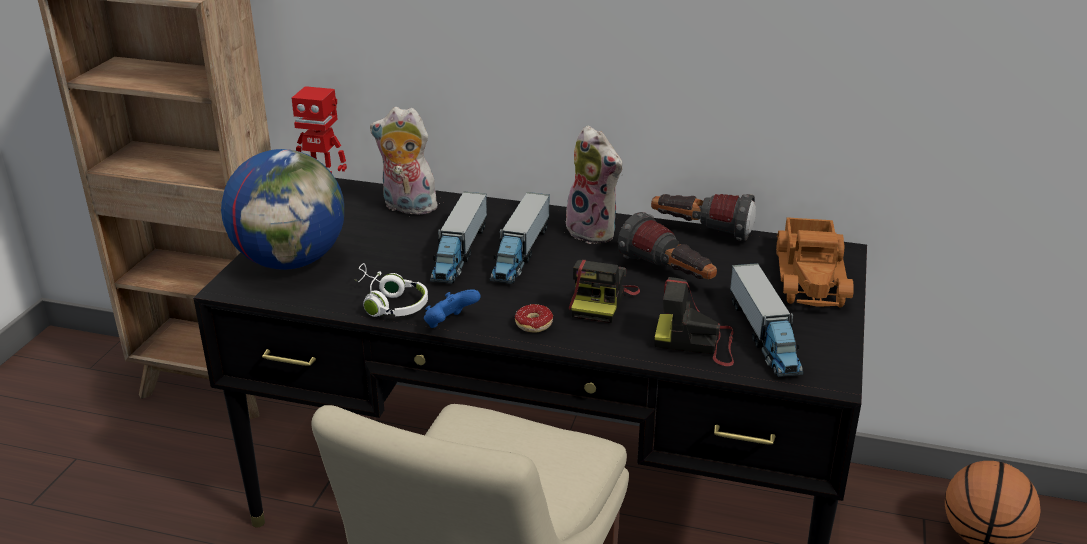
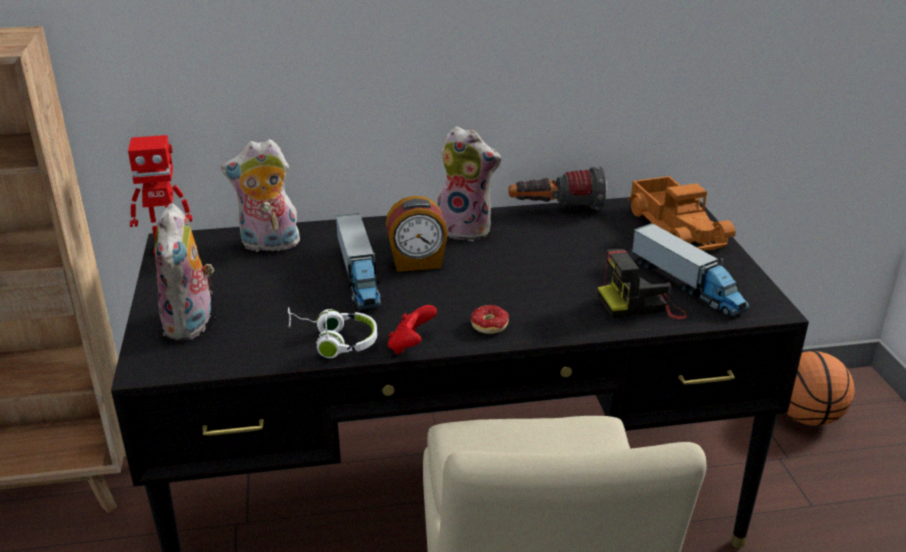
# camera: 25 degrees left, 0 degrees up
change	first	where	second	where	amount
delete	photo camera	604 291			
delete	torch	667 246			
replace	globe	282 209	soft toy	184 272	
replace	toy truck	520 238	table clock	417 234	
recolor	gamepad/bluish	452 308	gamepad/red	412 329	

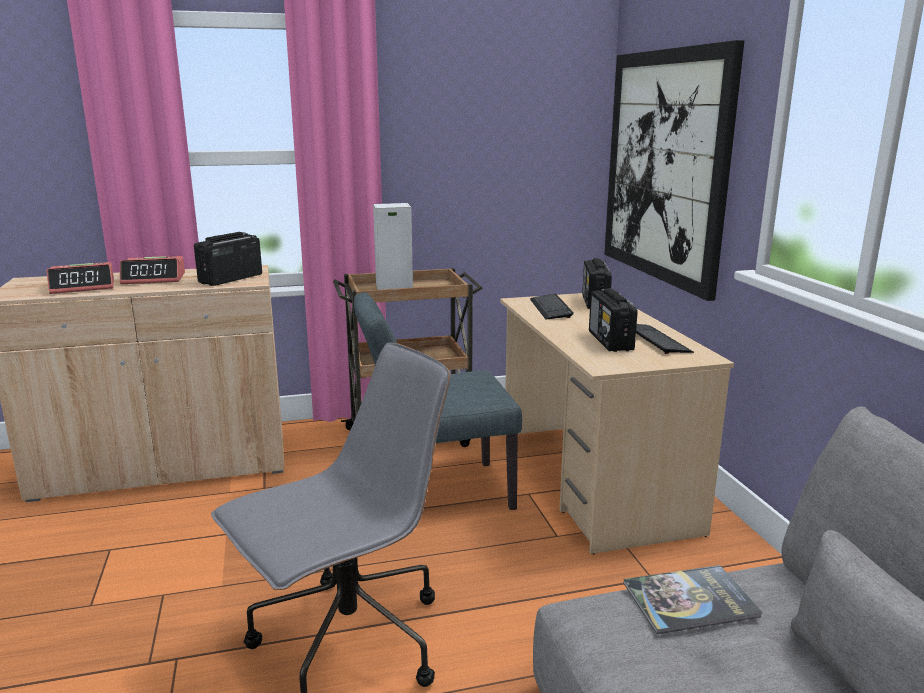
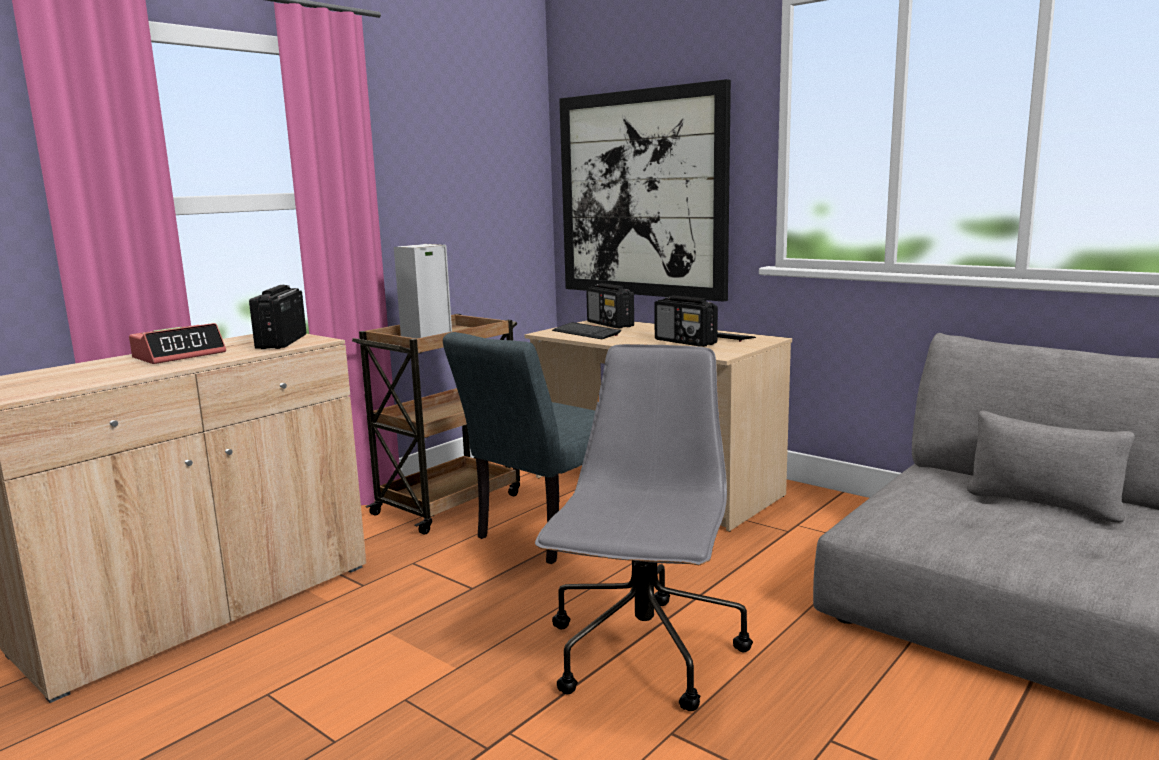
# camera: 35 degrees left, 5 degrees down
change	first	where	second	where	amount
delete	table clock	80 278			
delete	book	693 599			

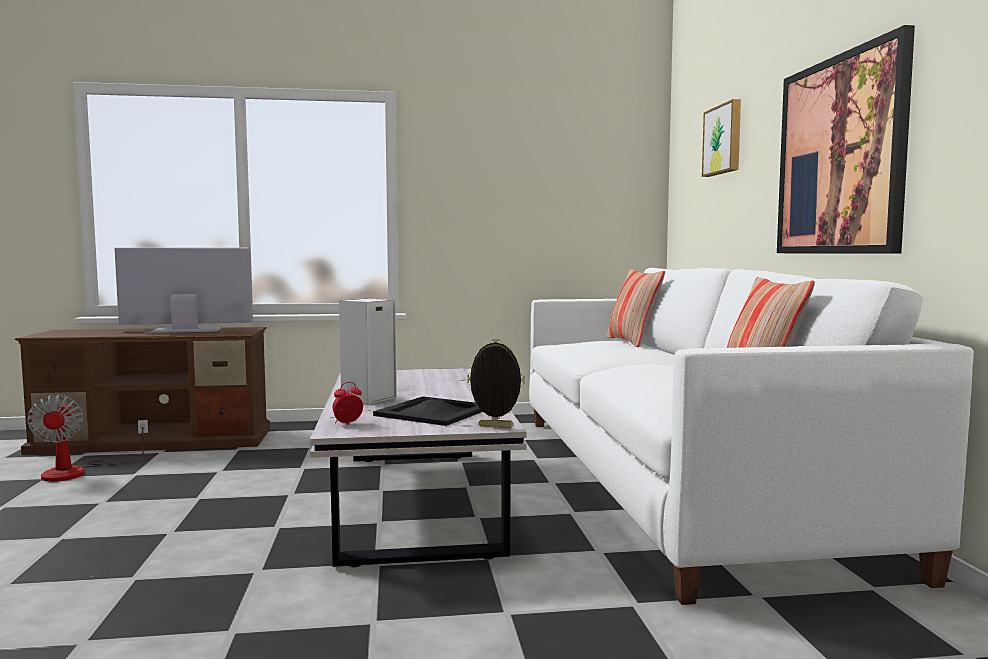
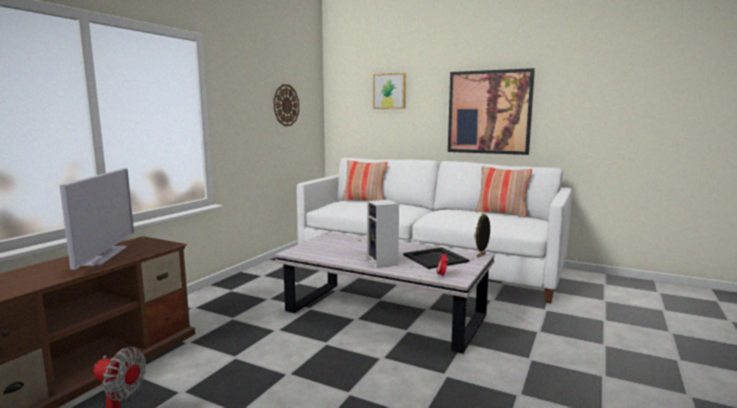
# camera: 55 degrees left, 5 degrees up
change	first	where	second	where	amount
insert			clock on the wall	286 105	
rotate	television	183 290		96 219	150 degrees clockwise

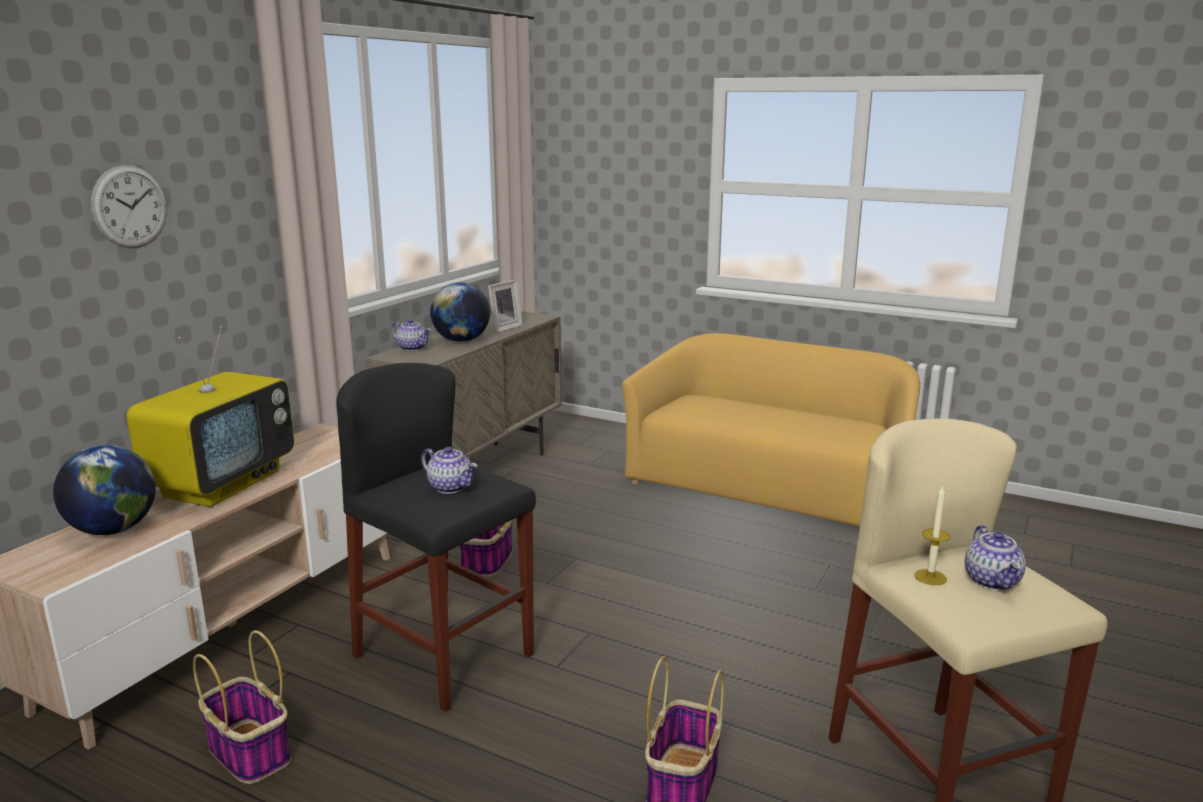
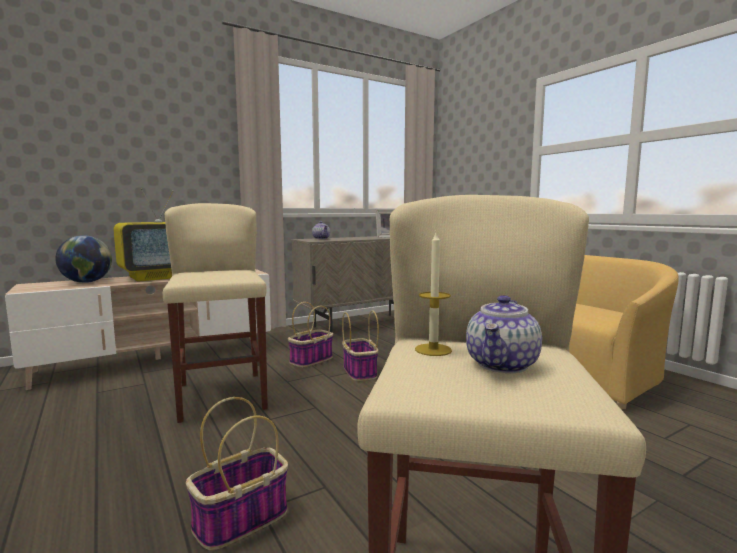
# camera: 30 degrees right, 10 degrees down
change	first	where	second	where	amount
delete	clock on the wall	129 206			
delete	pot for tea	449 470			
delete	globe	460 312			
move	household basket	242 707		360 345	
recolor	stool seat/black	436 537	stool seat/sand-coloured	215 313	

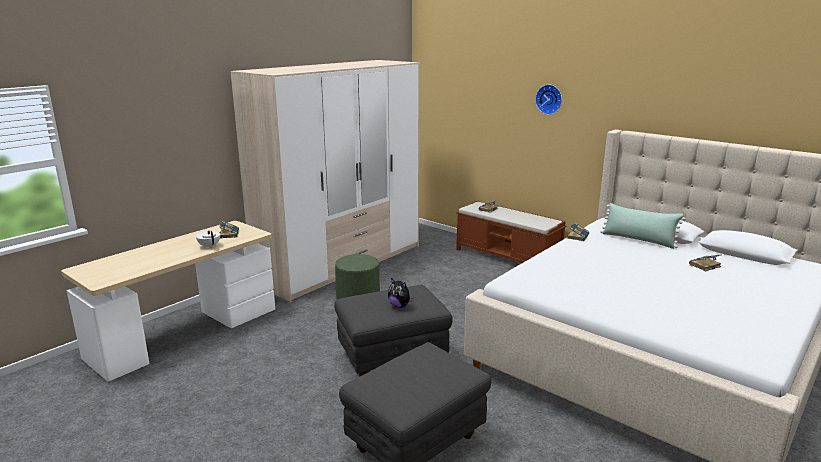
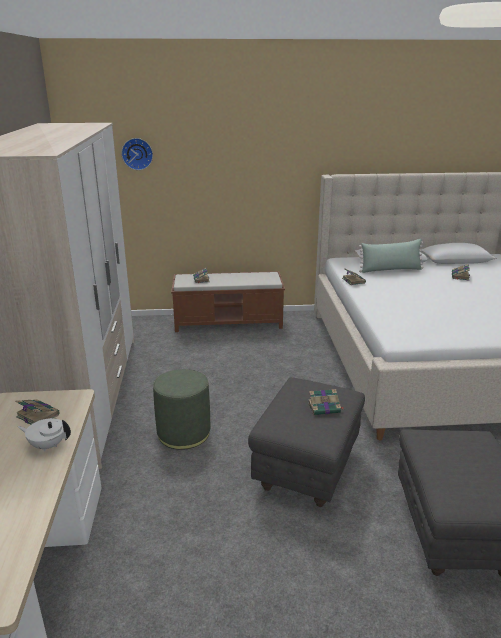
# camera: 45 degrees left, 5 degrees up
change	first	where	second	where	amount
move	clock on the wall	548 100		137 154	
replace	soft toy	401 293	book	326 402	

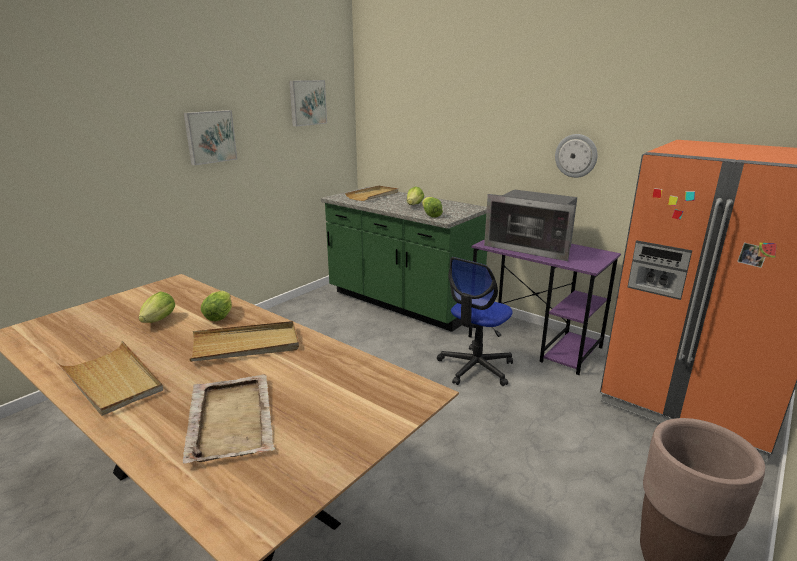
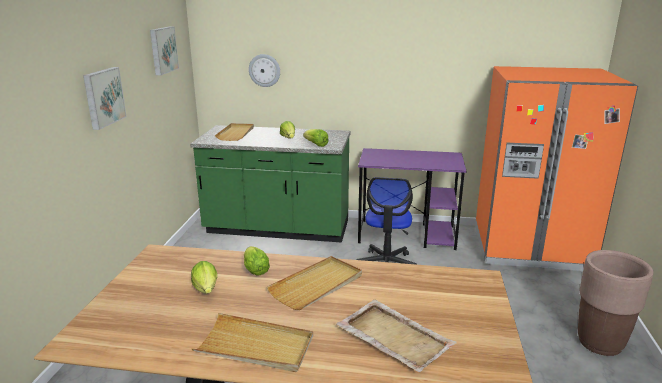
# camera: 30 degrees left, 0 degrees up
change	first	where	second	where	amount
delete	microwave	530 225			
move	clock on the wall	576 156		264 70	

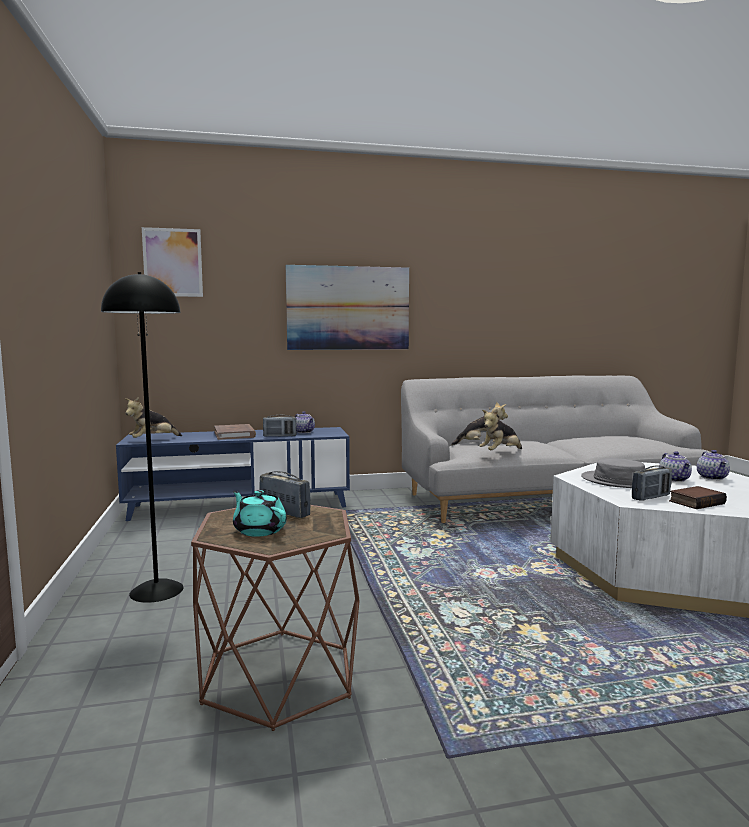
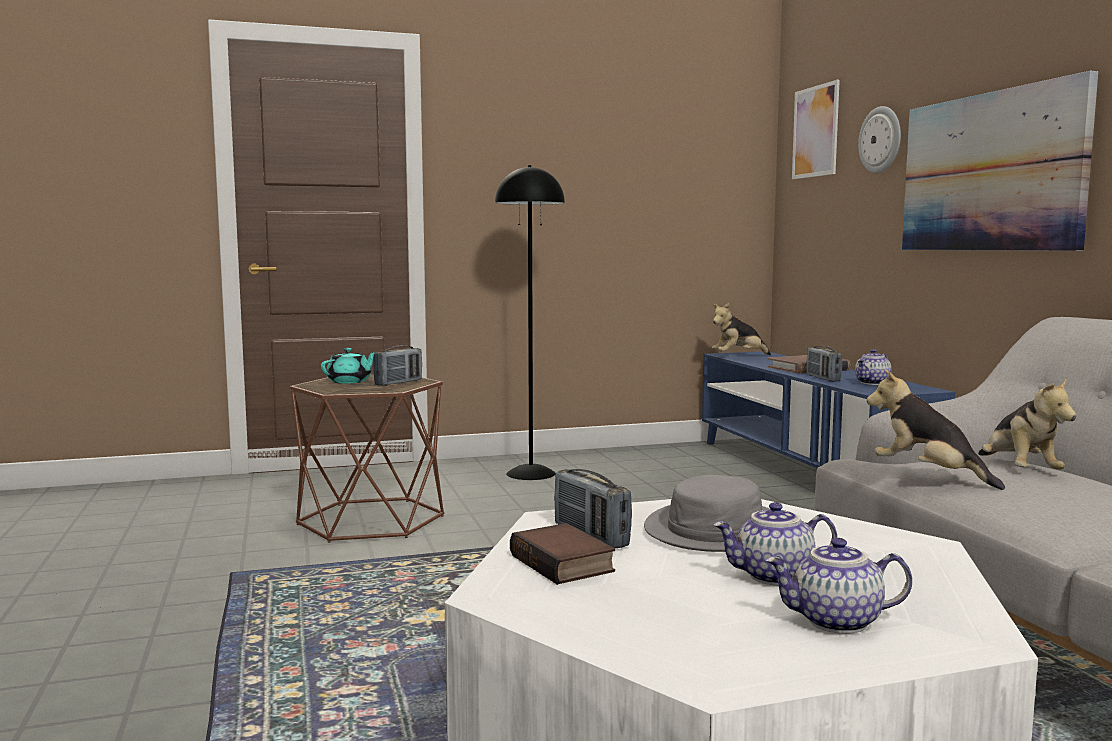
# camera: 85 degrees right, 0 degrees up
change	first	where	second	where	amount
insert			clock on the wall	879 139	
rotate	soft toy	153 417		741 329	60 degrees counterclockwise

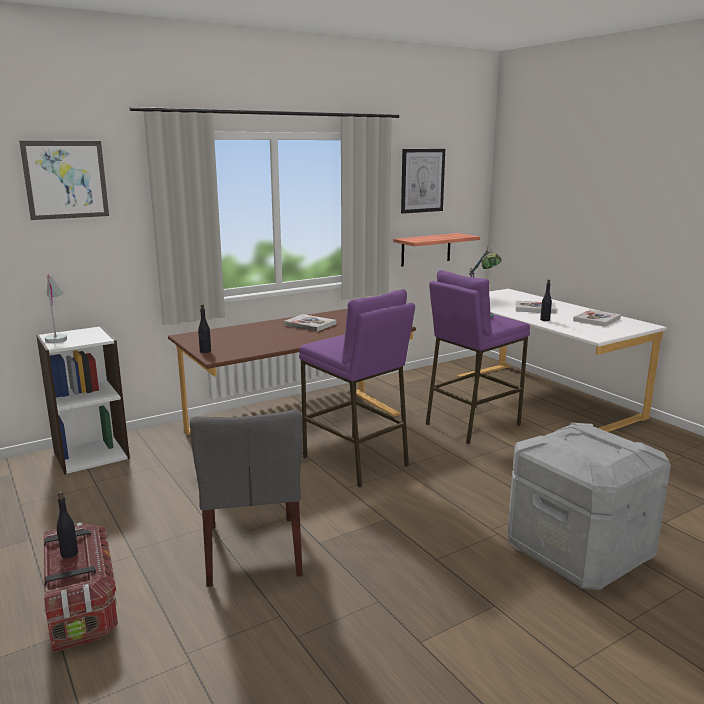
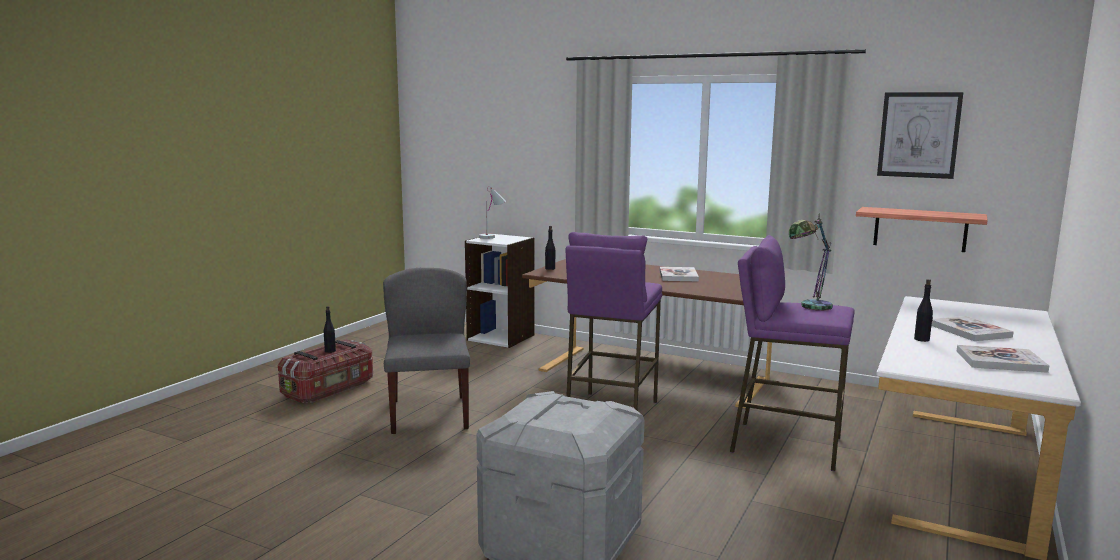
# camera: 60 degrees right, 5 degrees down
change	first	where	second	where	amount
delete	wall picture	64 180			
rotate	chair/greyish	246 498		426 351	120 degrees clockwise

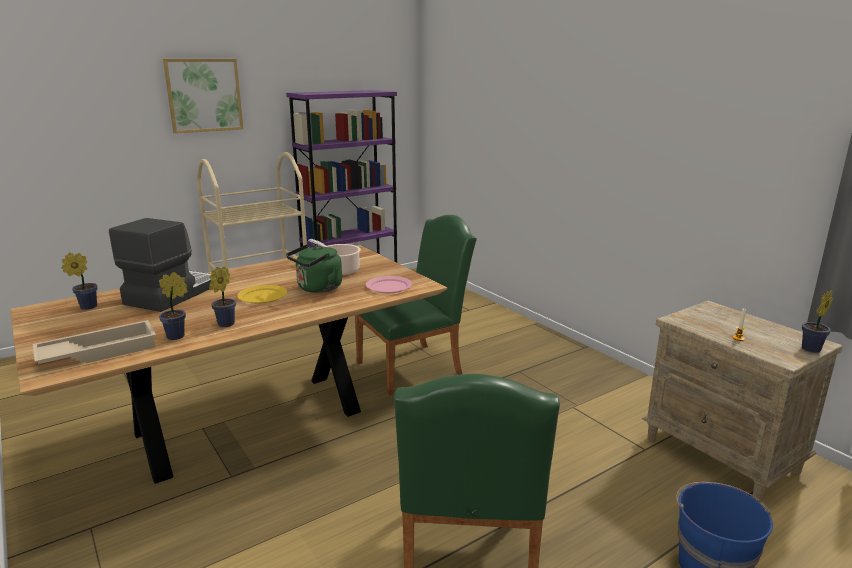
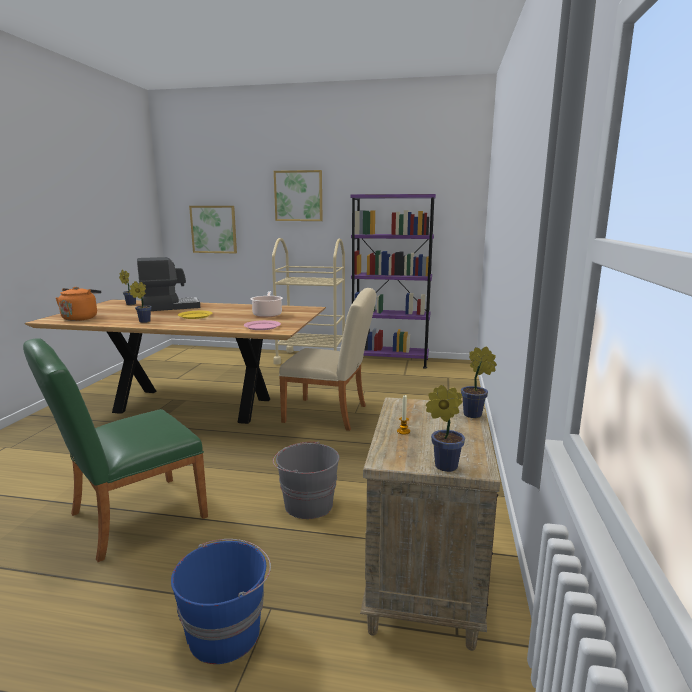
# camera: 45 degrees right, 5 degrees down
change	first	where	second	where	amount
delete	water kettle/green-coloured	314 268			
insert			wall picture	213 229	
insert			pail/greyish	306 480	
move	plant in a pot	173 306		479 382	
replace	tray/sand-coloured	94 342	water kettle/orange-coloured	78 304	
recolor	chair/green-coloured	416 305	chair/sand-coloured	328 359	

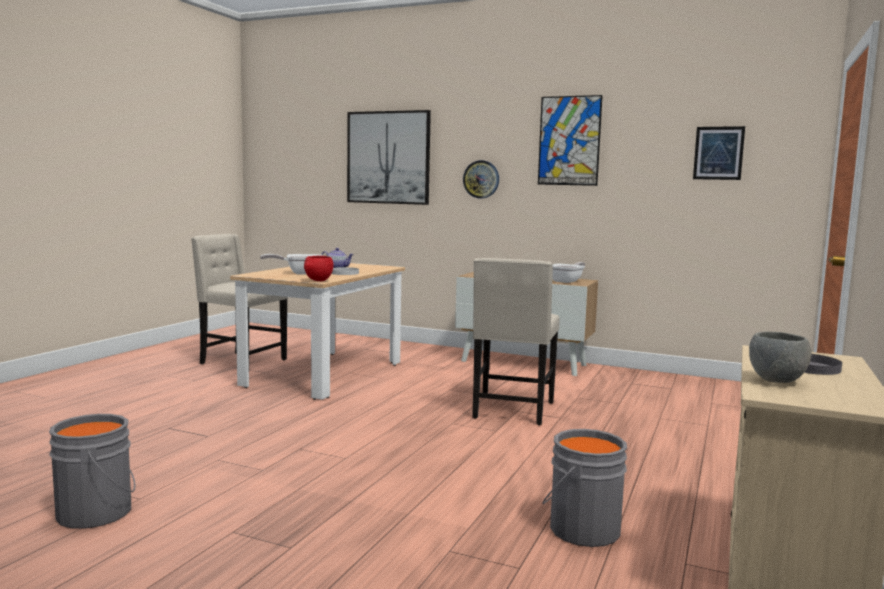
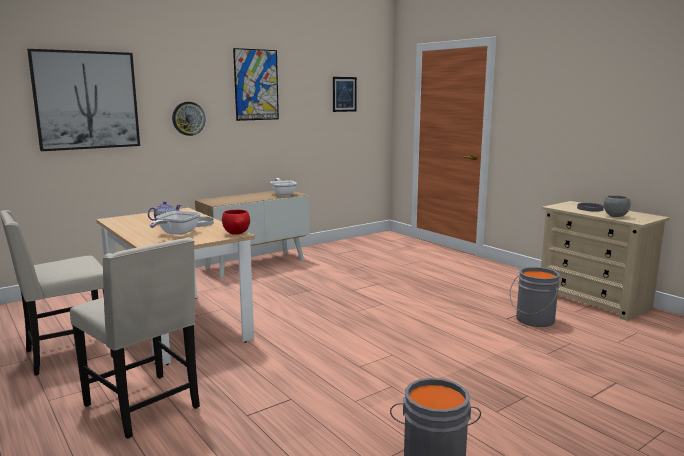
# camera: 60 degrees left, 5 degrees up
change	first	where	second	where	amount
move	chair/sand-coloured	516 341		135 338	

